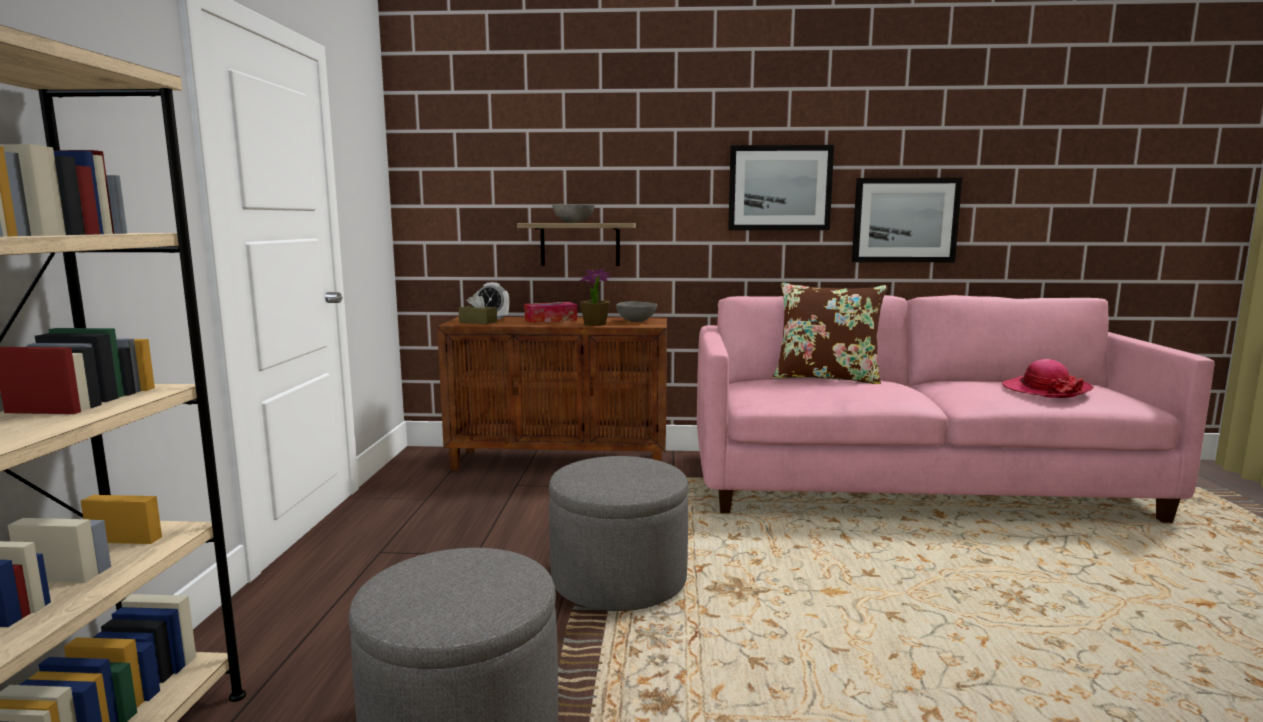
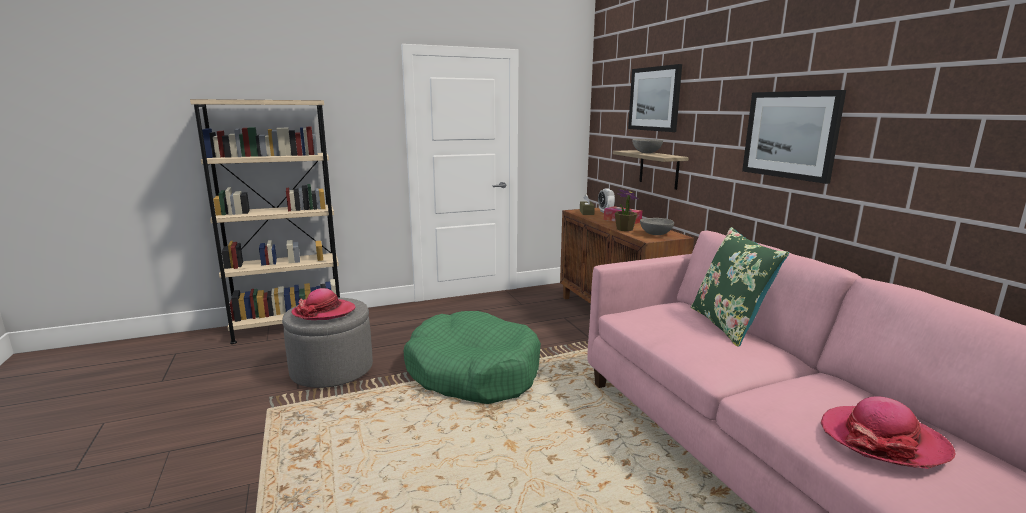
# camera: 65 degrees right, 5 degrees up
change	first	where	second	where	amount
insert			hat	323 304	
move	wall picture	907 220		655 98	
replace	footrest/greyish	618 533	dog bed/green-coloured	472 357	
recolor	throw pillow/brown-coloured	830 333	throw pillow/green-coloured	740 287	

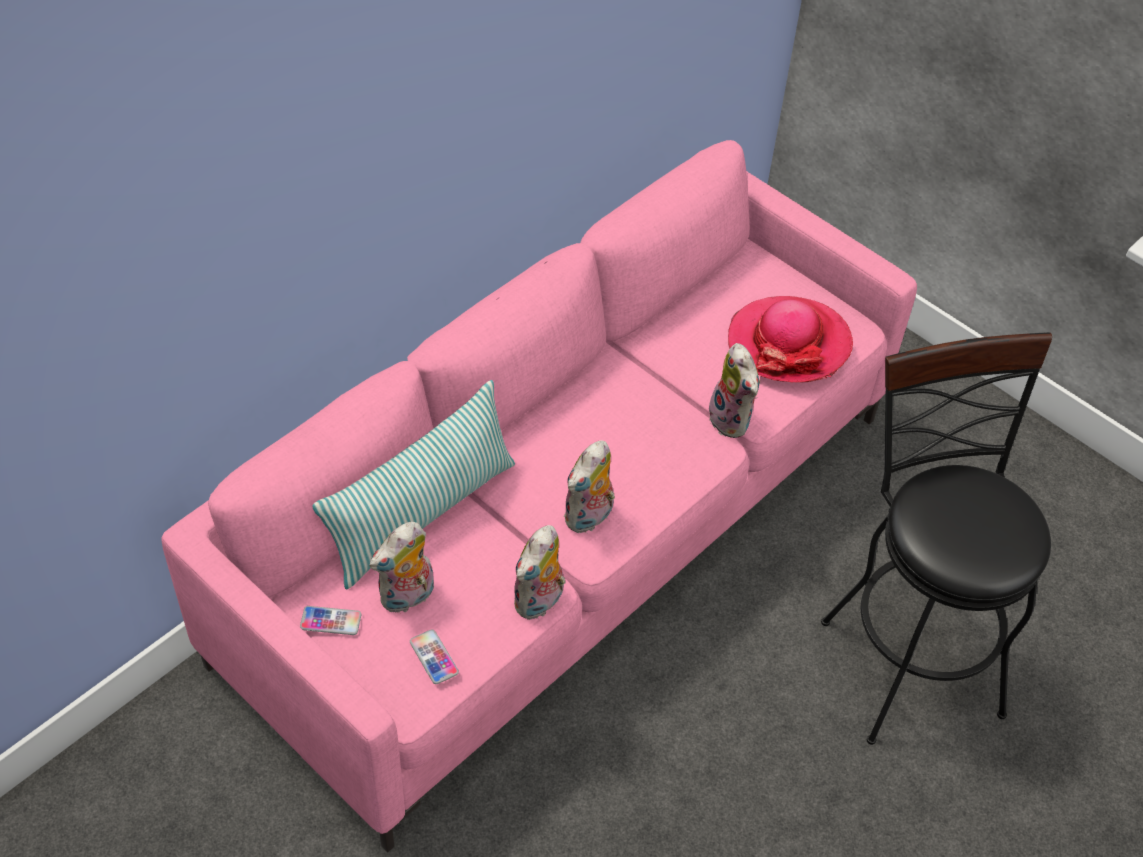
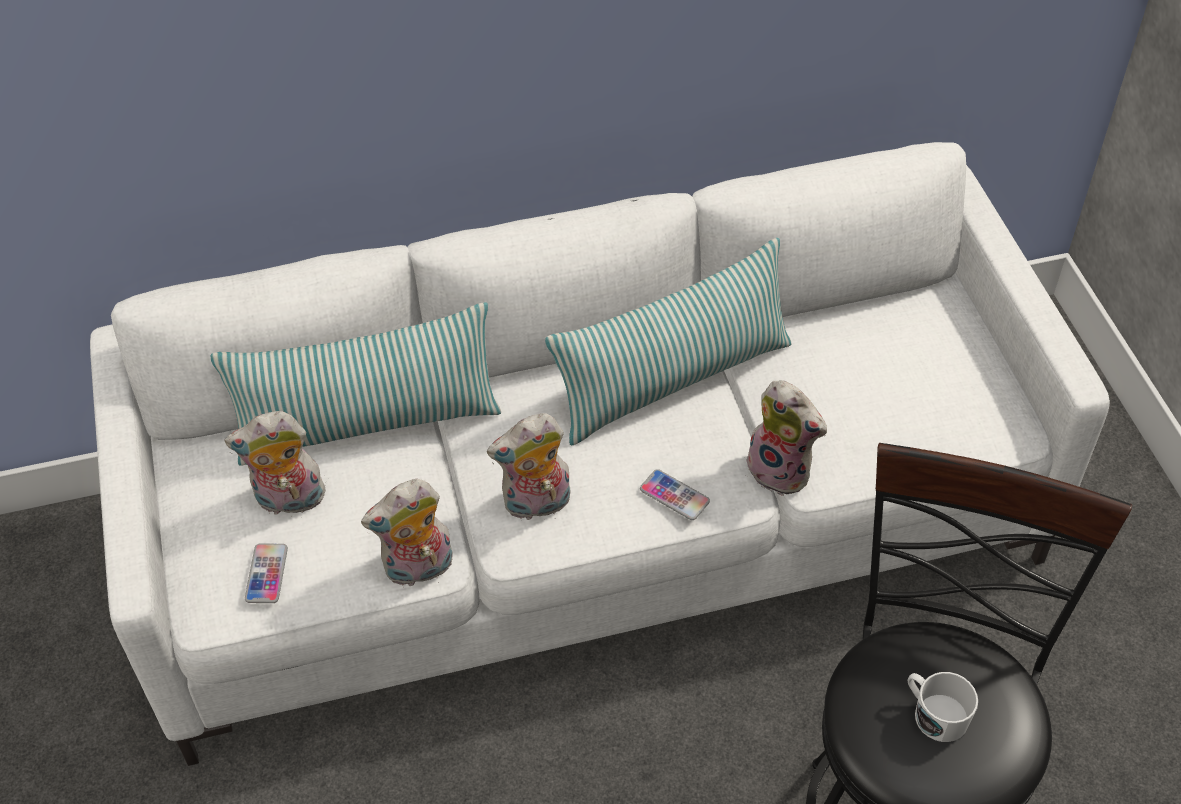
# camera: 35 degrees right, 0 degrees up
change	first	where	second	where	amount
delete	hat	790 339			
insert			throw pillow	668 342	
insert			tea mug/white-coloured	943 707	
move	handset	331 620		675 494	
recolor	sofa/pink-coloured	539 496	sofa/white-coloured	600 454	
rotate	soft toy	733 390		785 438	60 degrees counterclockwise

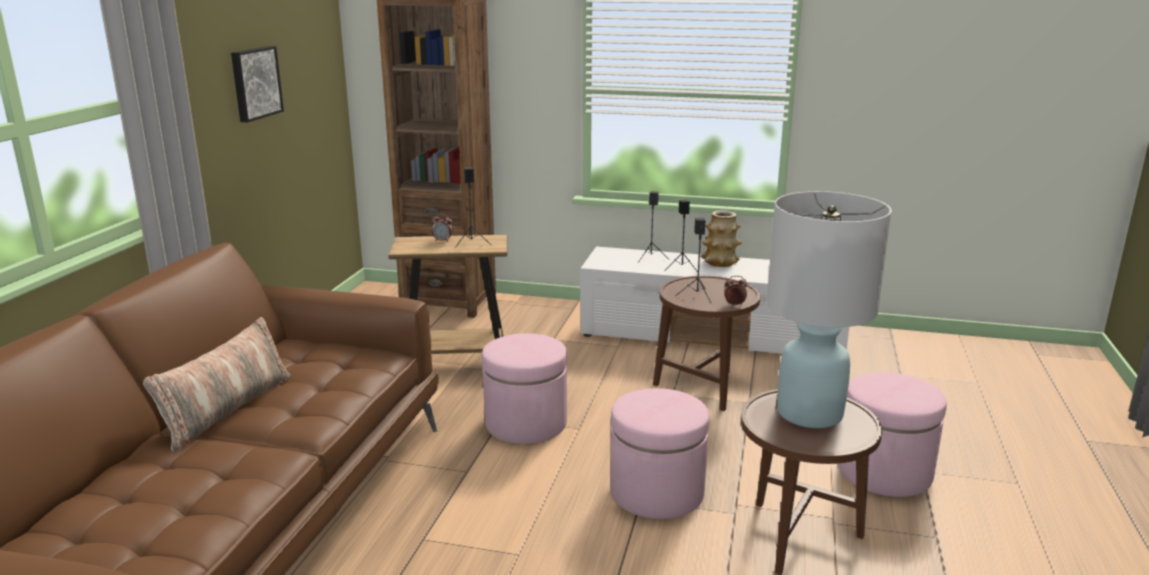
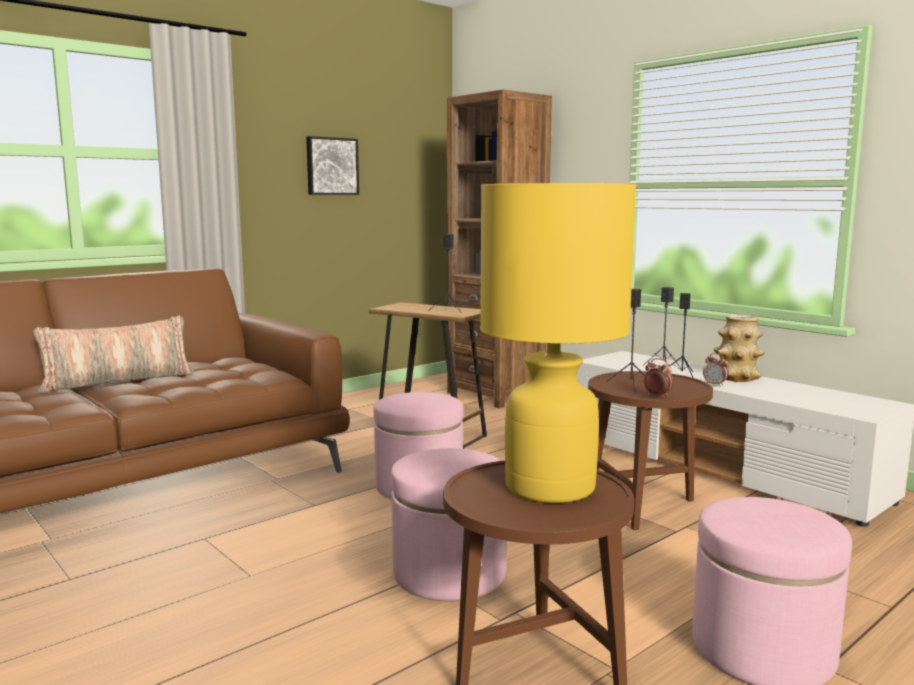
# camera: 35 degrees right, 10 degrees down
change	first	where	second	where	amount
move	table clock	442 228		715 370	
recolor	tabletop lamp/white-coloured	829 309	tabletop lamp/yellow	558 343	

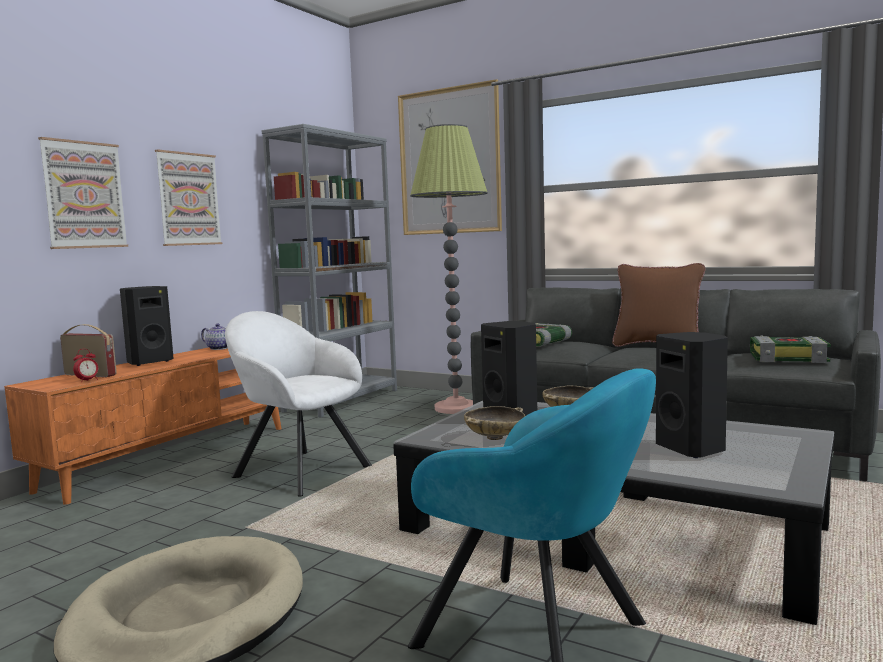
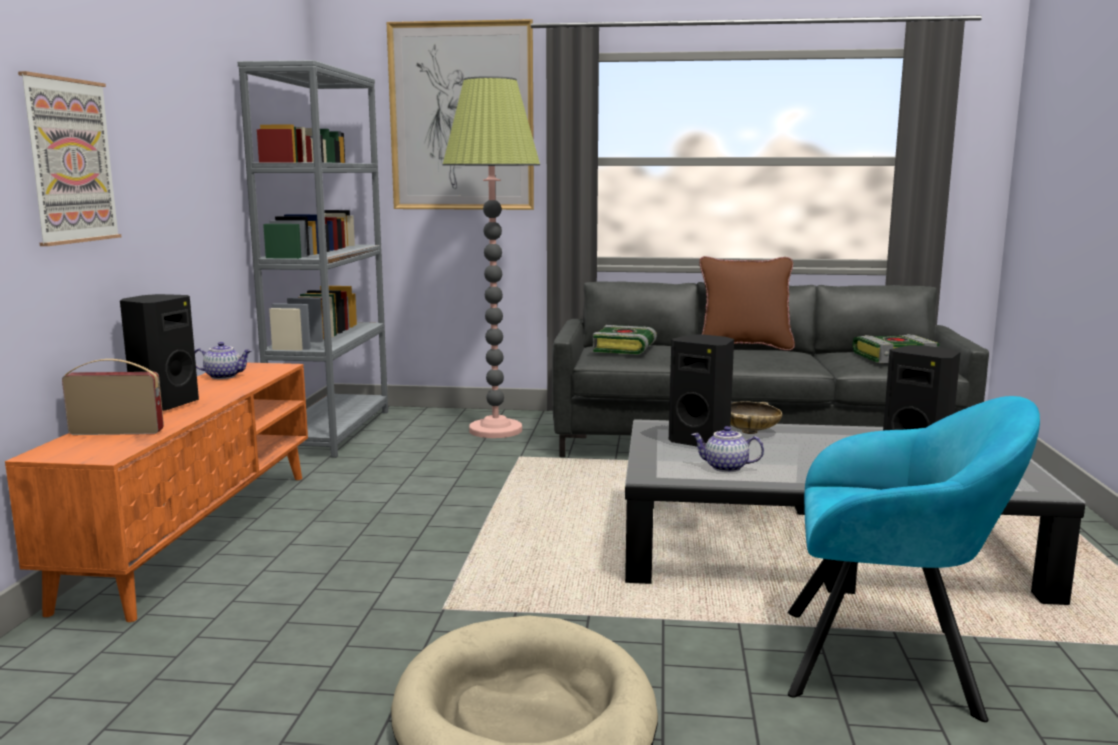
# camera: 25 degrees left, 5 degrees up
change	first	where	second	where	amount
delete	table clock	85 365			
delete	wall picture	188 198			
delete	easy chair/white-coloured	298 404			
replace	deep dish/sand-coloured	494 423	pot for tea	727 449	

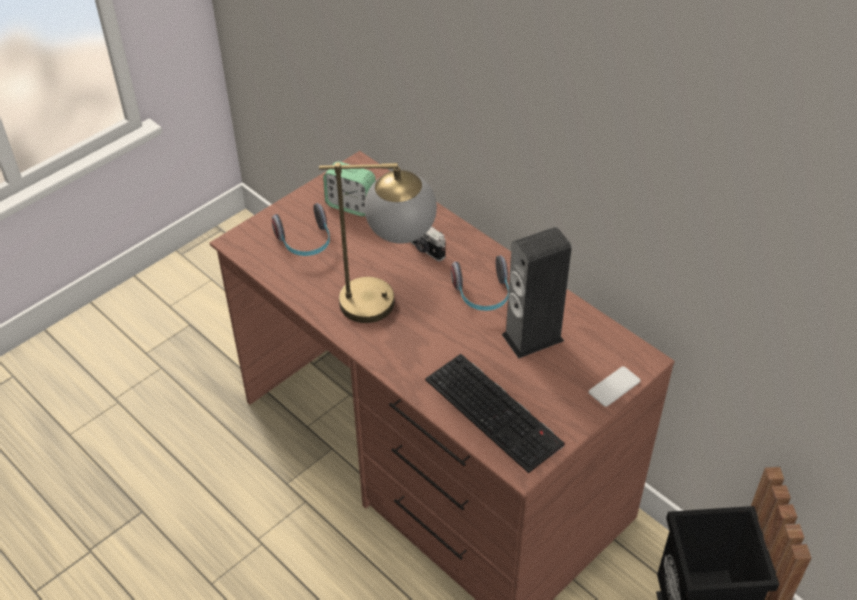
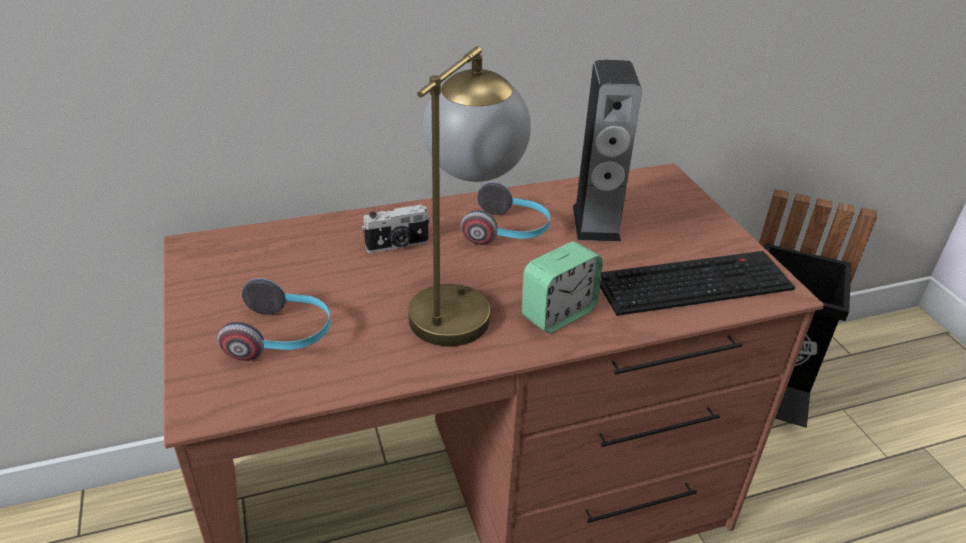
# camera: 65 degrees left, 10 degrees down
change	first	where	second	where	amount
delete	handset	615 386			
move	table clock	349 188		562 287	

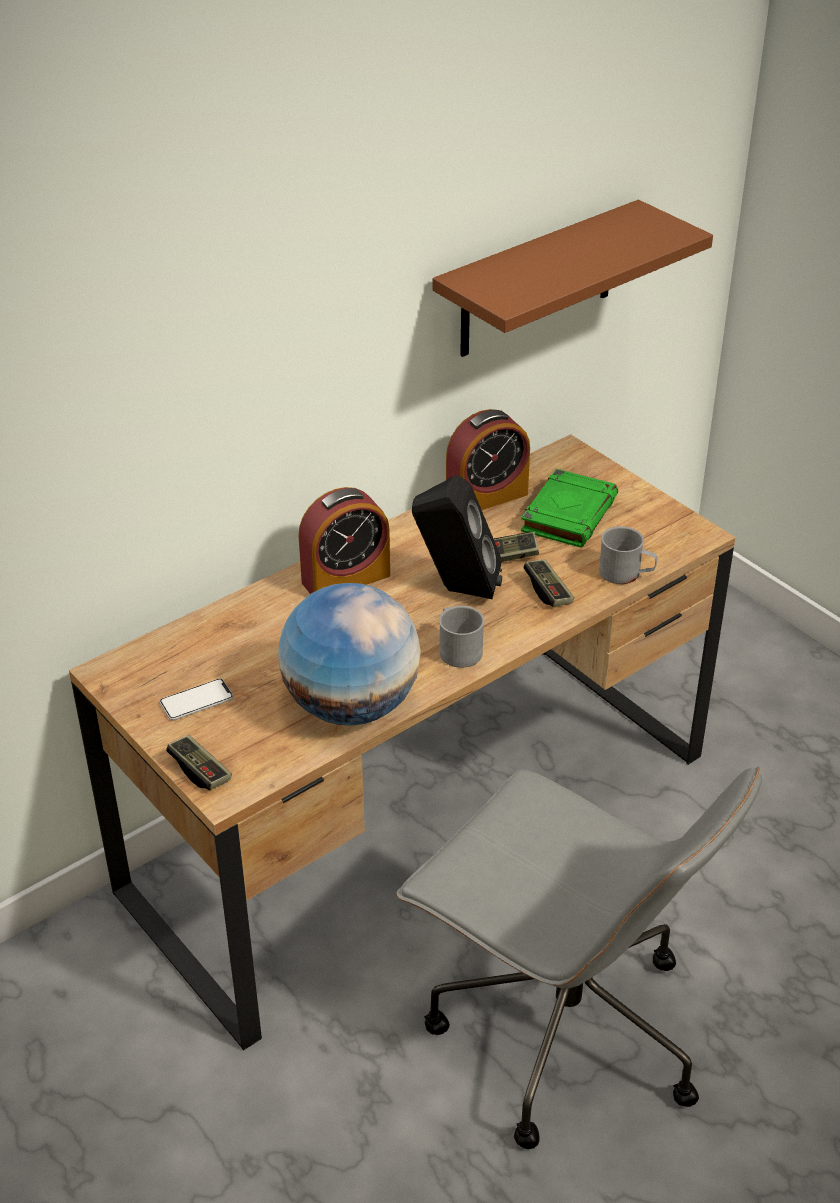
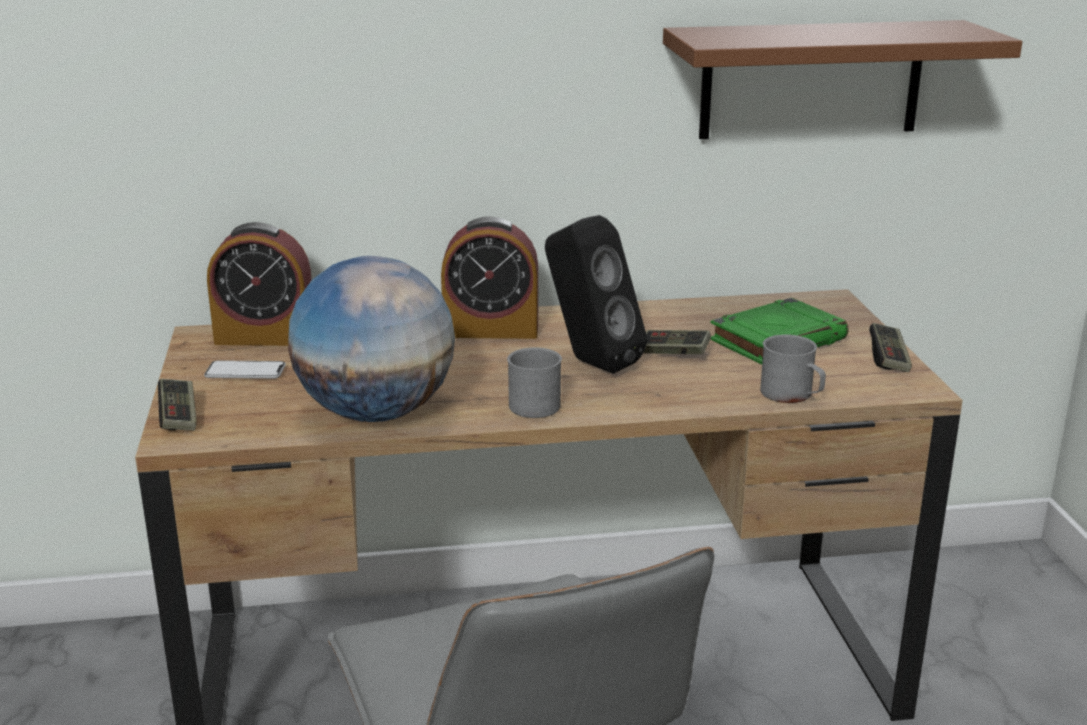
# camera: 30 degrees right, 15 degrees down
change	first	where	second	where	amount
move	table clock	488 459		259 284	
move	gamepad	548 582		890 347	

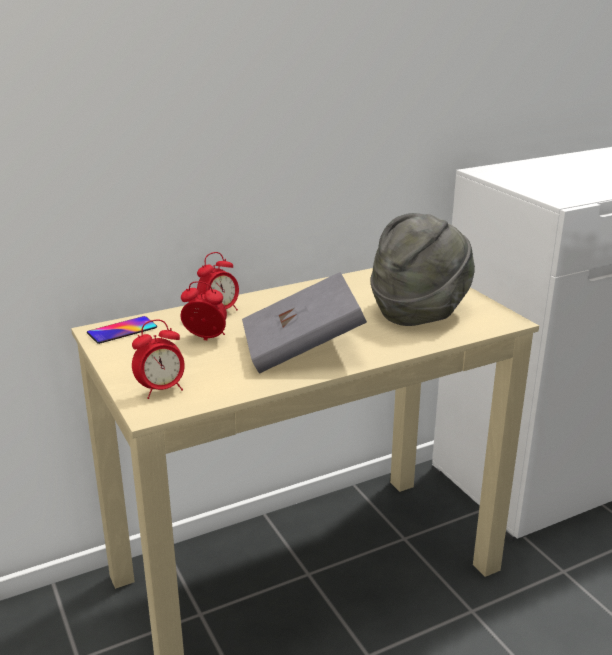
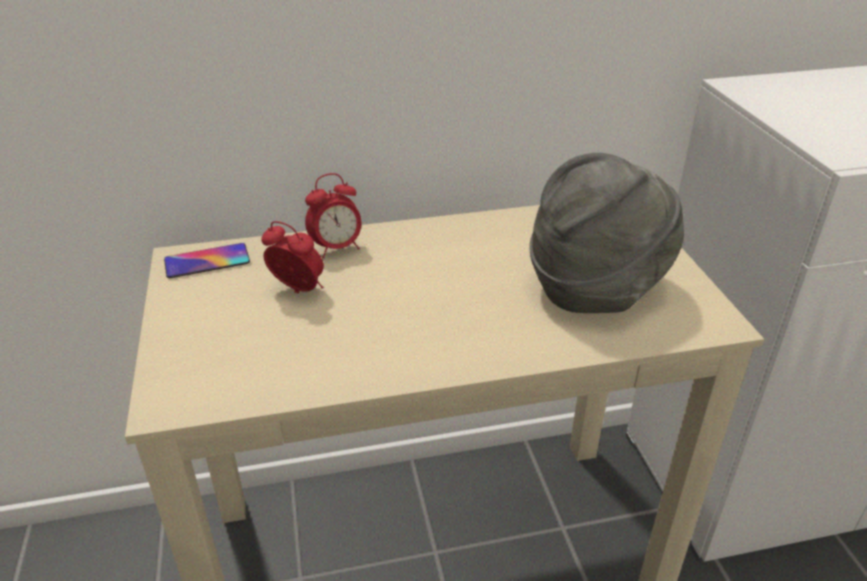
# camera: 15 degrees right, 10 degrees up
change	first	where	second	where	amount
delete	table clock	158 359			
delete	book/greyish	304 322			

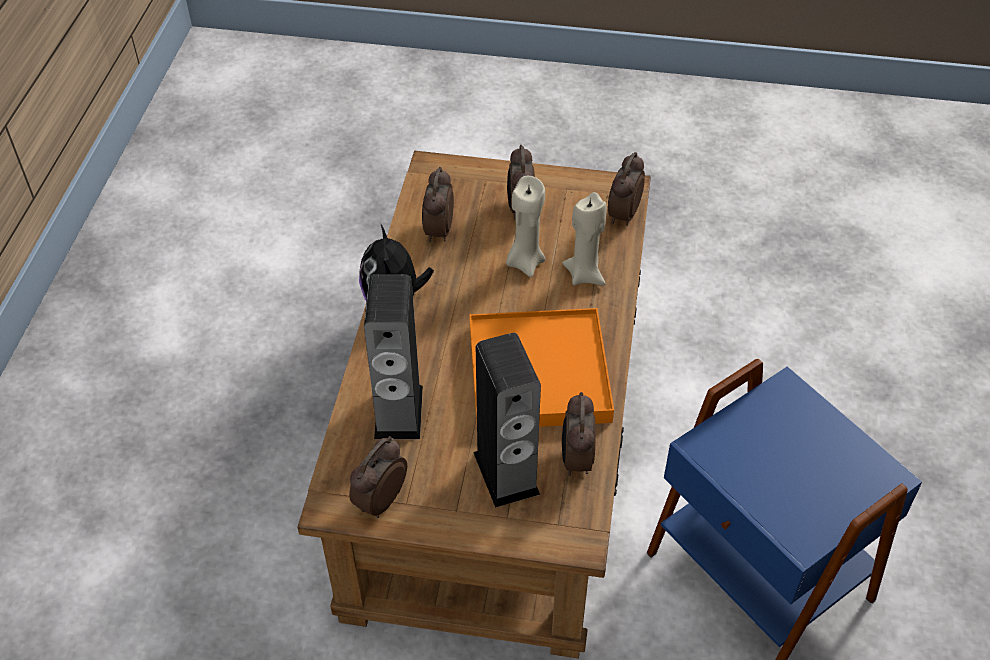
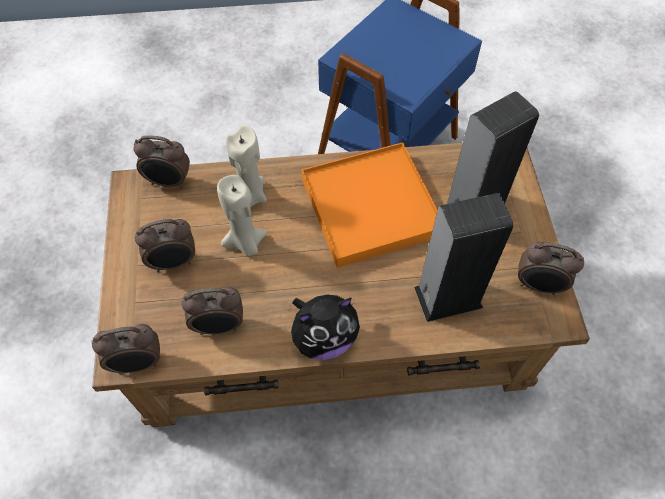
# camera: 105 degrees left, 10 degrees up
change	first	where	second	where	amount
move	table clock	579 434		126 349	

